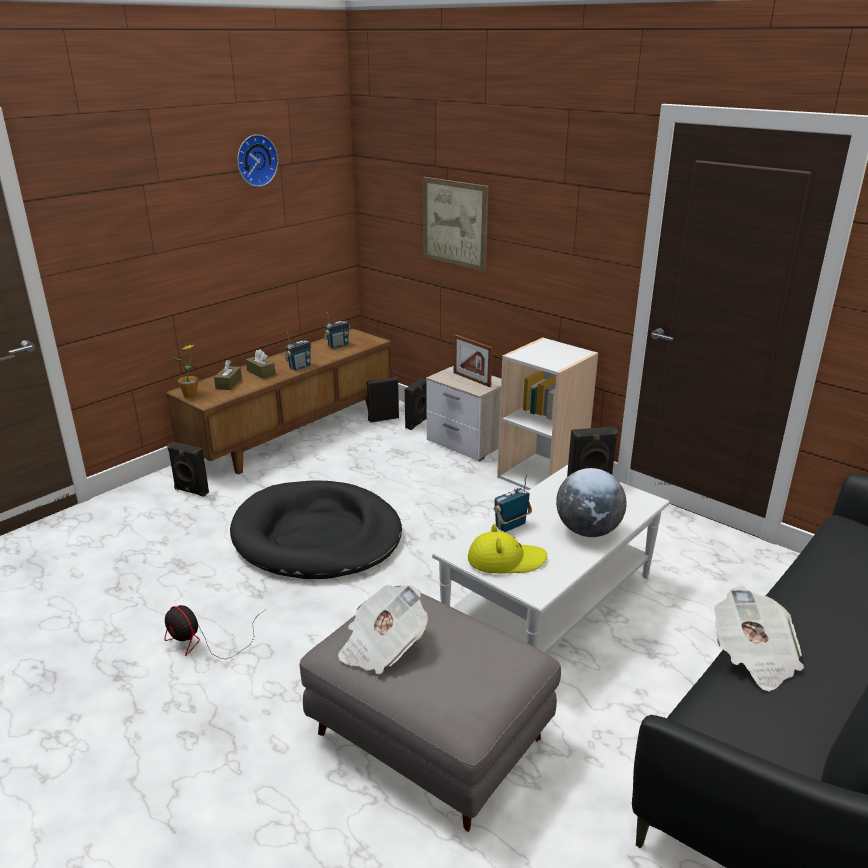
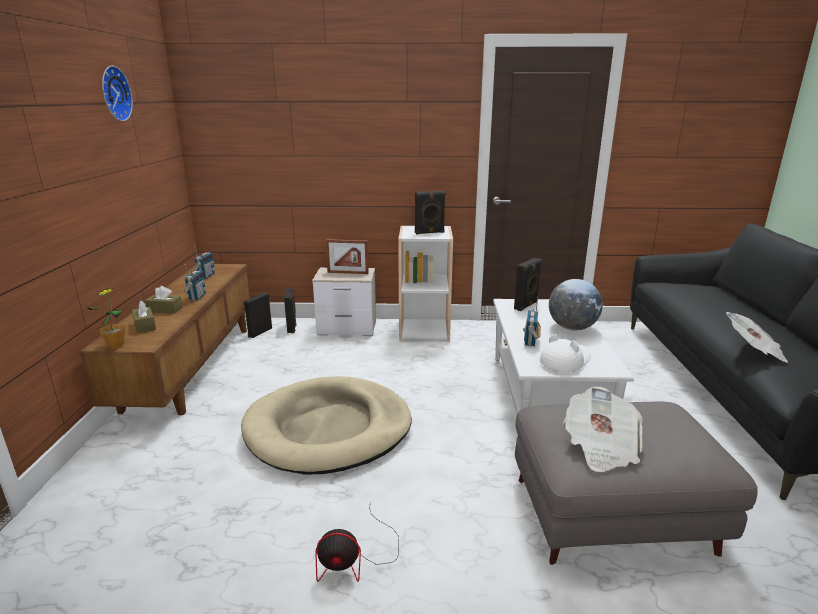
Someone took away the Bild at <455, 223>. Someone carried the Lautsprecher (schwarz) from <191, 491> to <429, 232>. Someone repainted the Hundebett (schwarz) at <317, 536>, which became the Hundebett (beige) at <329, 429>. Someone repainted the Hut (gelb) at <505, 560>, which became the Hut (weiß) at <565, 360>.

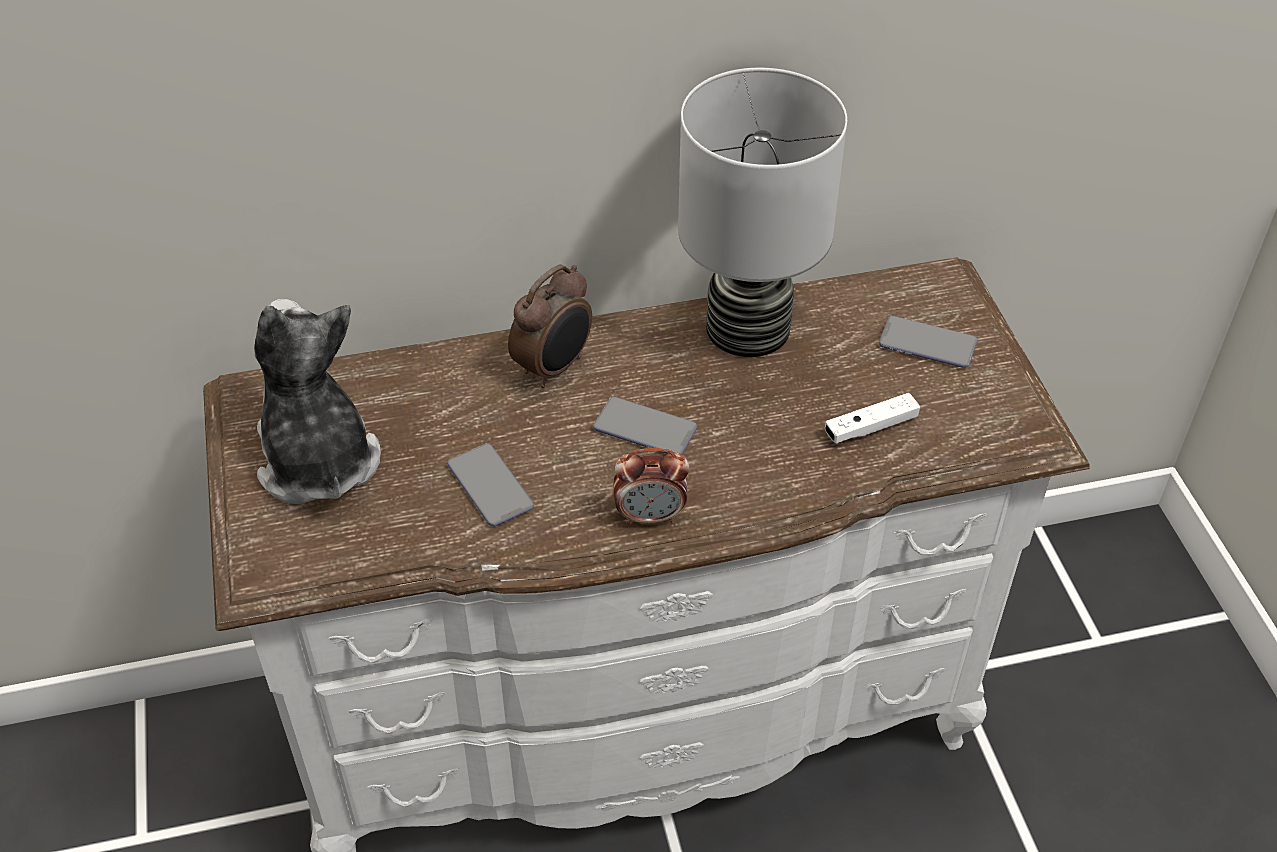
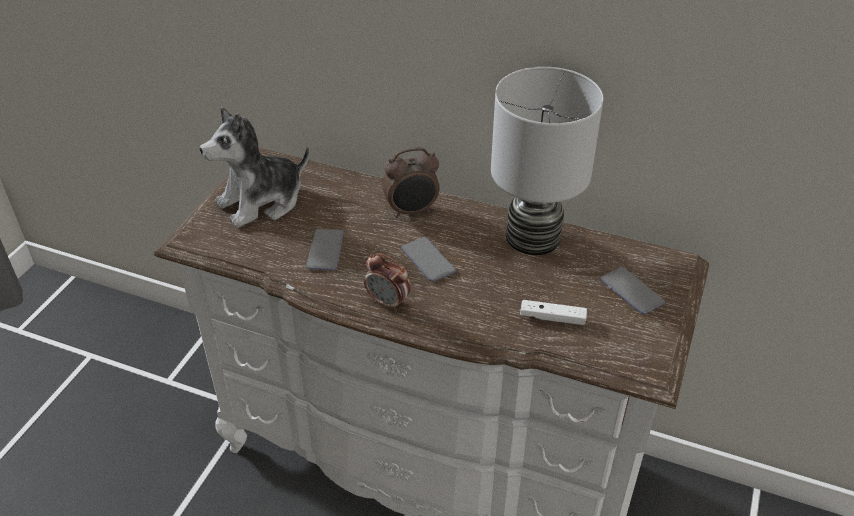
Someone rotated the Plüschtier at <317, 460> by 135 degrees counterclockwise.

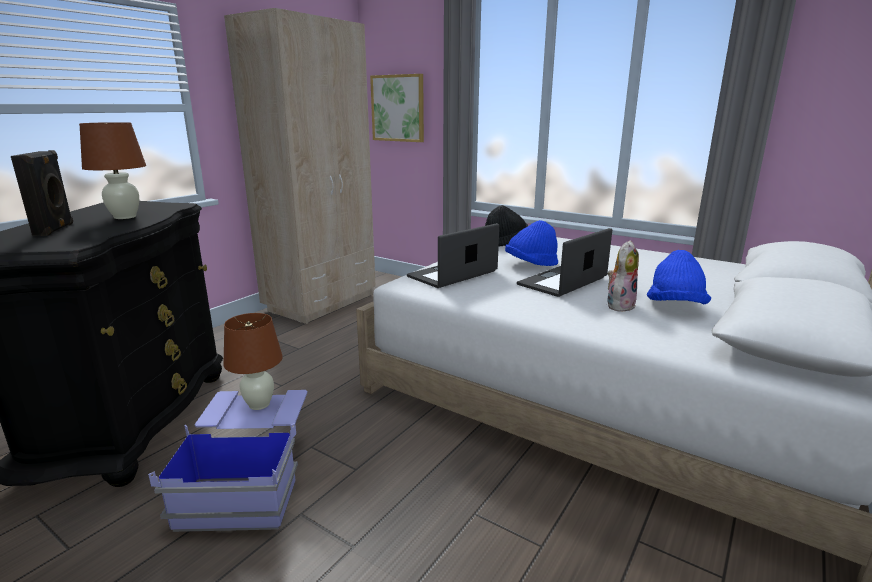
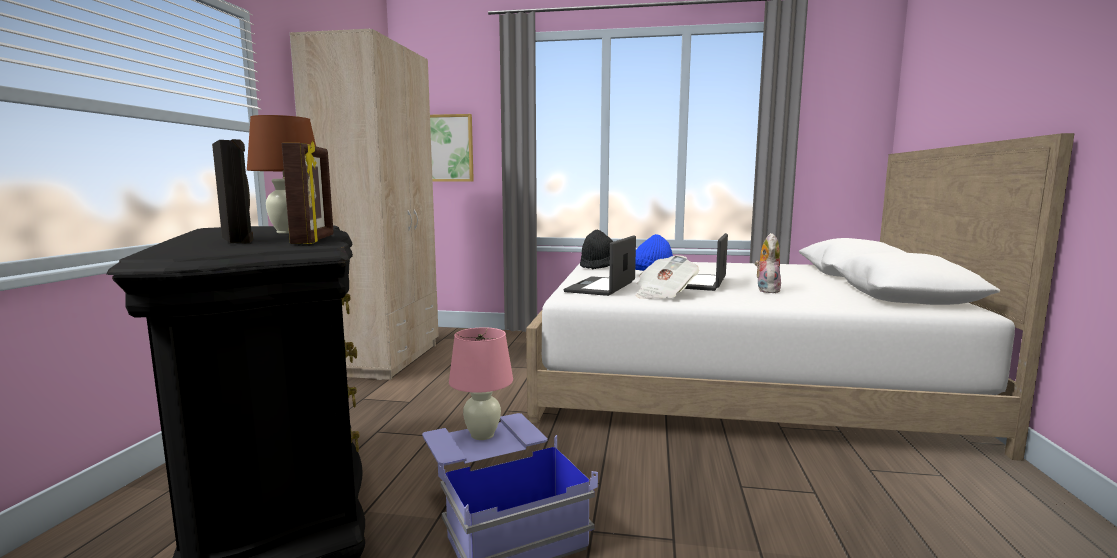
Someone took away the Hut (blau) at <675, 306>. Someone put down the Bilderrahmen at <315, 240>. Someone put down the Zeitung at <663, 294>. Someone repainted the Tischlampe (braun) at <259, 404>, which became the Tischlampe (rosa) at <482, 435>.

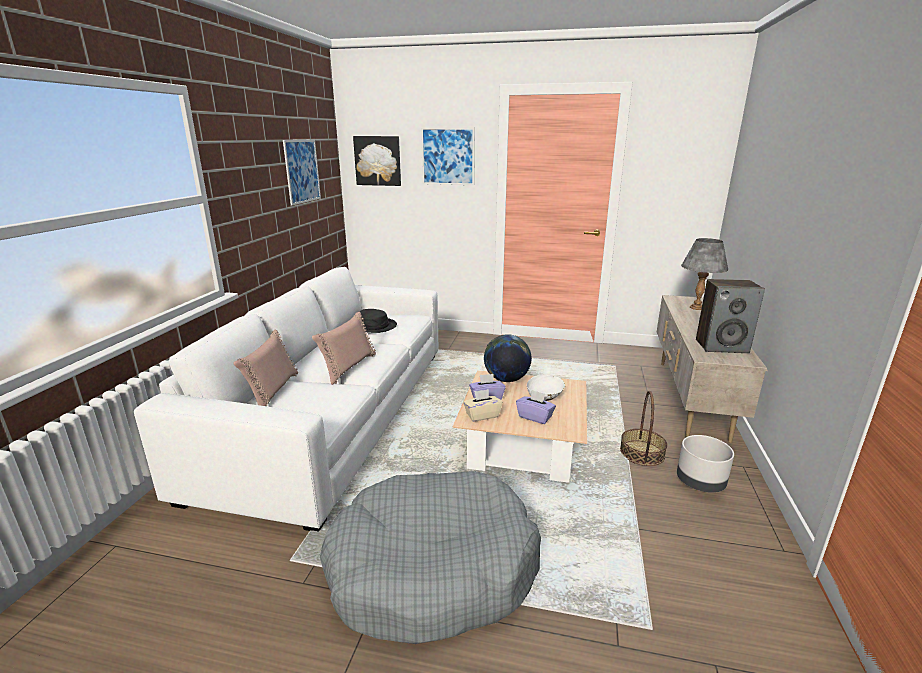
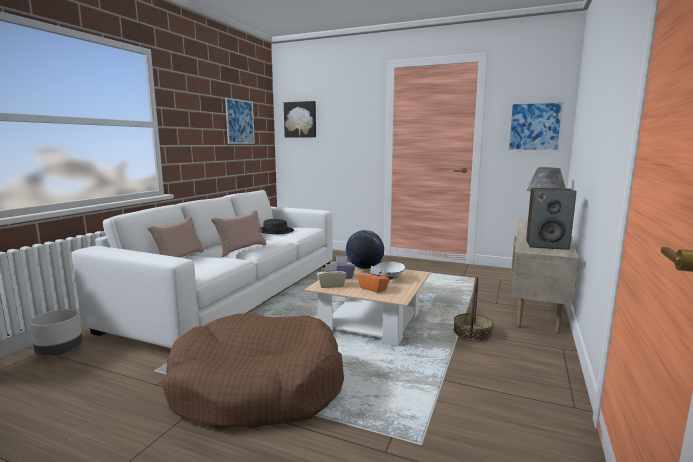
Someone carried the Bild from <448, 156> to <534, 126>. Someone carried the Pflanzkübel (grau) from <700, 483> to <59, 351>. Someone repainted the Hundebett (grau) at <432, 569>, which became the Hundebett (braun) at <257, 387>. Someone repainted the Taschentuchbox (lila) at <535, 417>, which became the Taschentuchbox (orange) at <373, 288>.

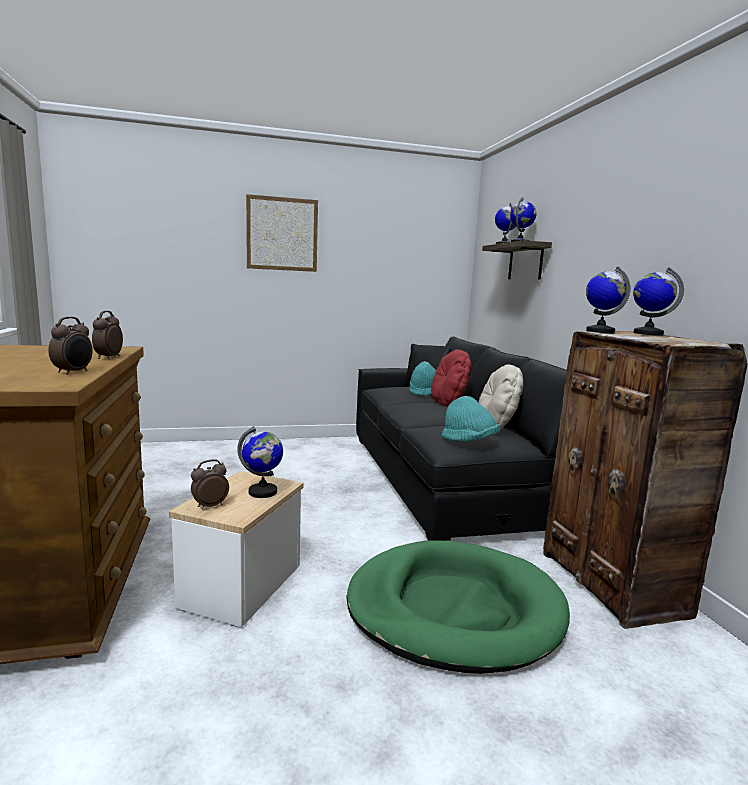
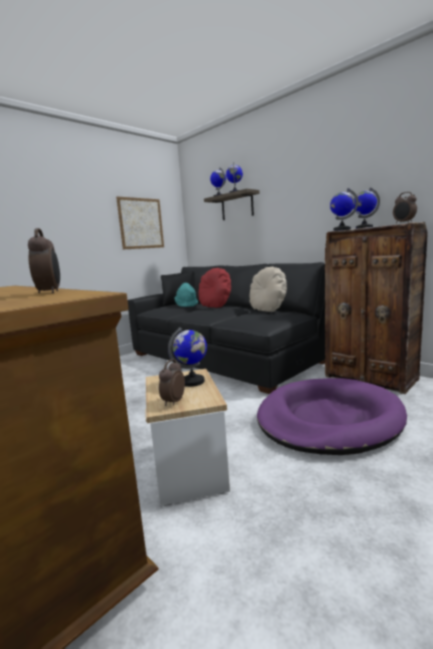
Someone took away the Hut (türkis) at <469, 442>. Someone carried the Wecker from <108, 357> to <403, 222>. Someone carried the Bild from <282, 233> to <141, 223>. Someone repainted the Hundebett (grün) at <453, 609>, which became the Hundebett (lila) at <328, 420>.

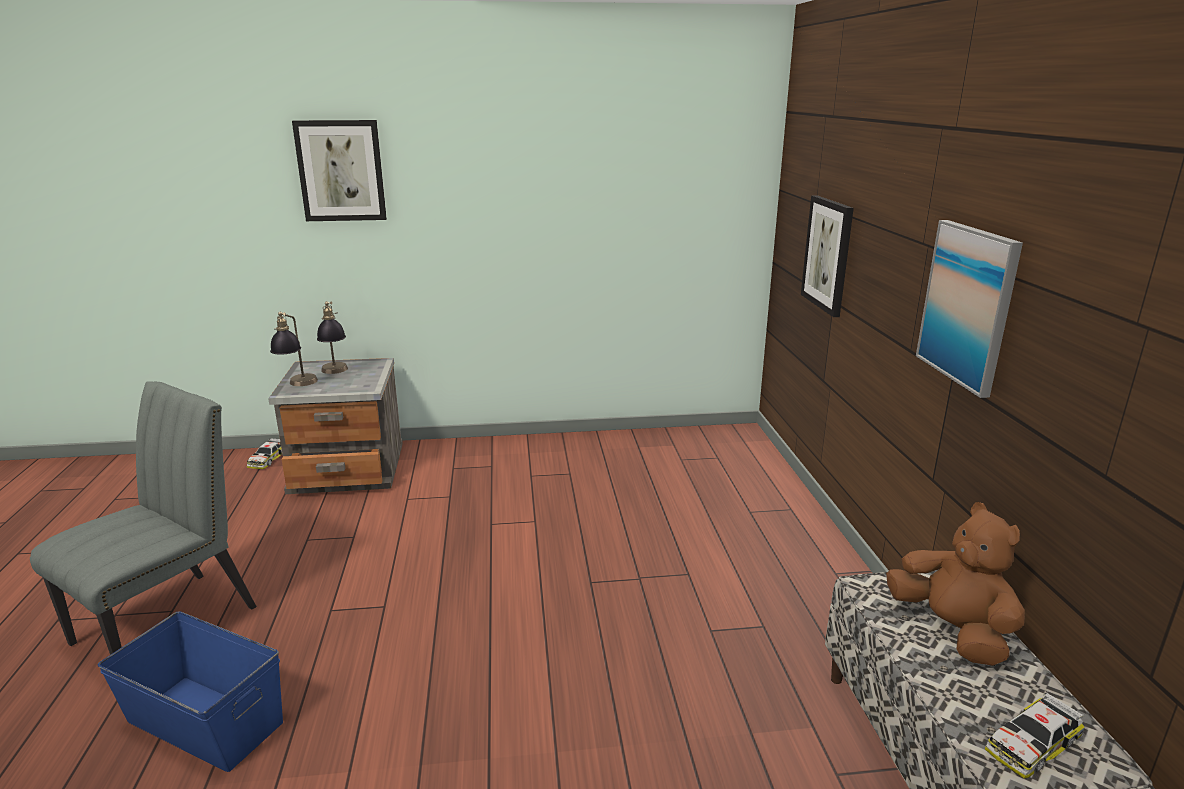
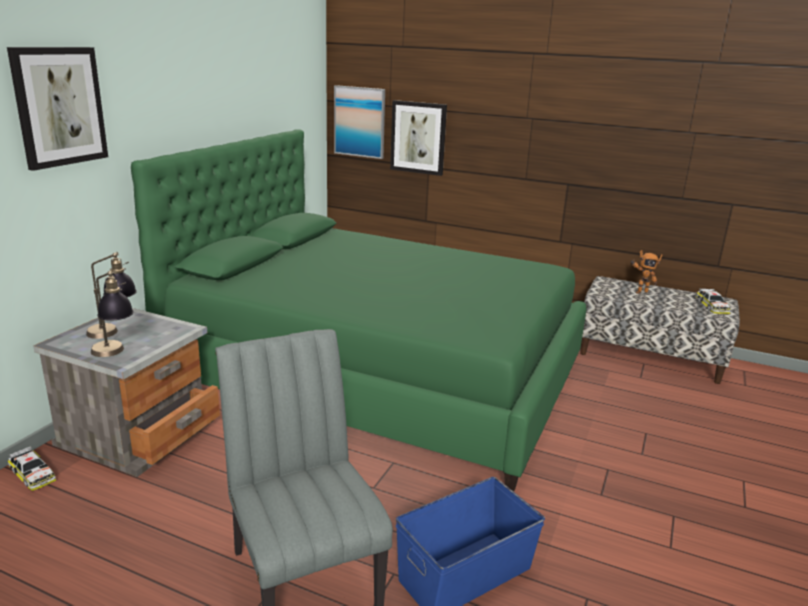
Someone put down the Bett (grün) at <377, 372>. Someone carried the Bild from <968, 305> to <359, 122>. Someone swapped the Plüschtier (braun) at <951, 630> for the Spielzeugroboter at <640, 292>.

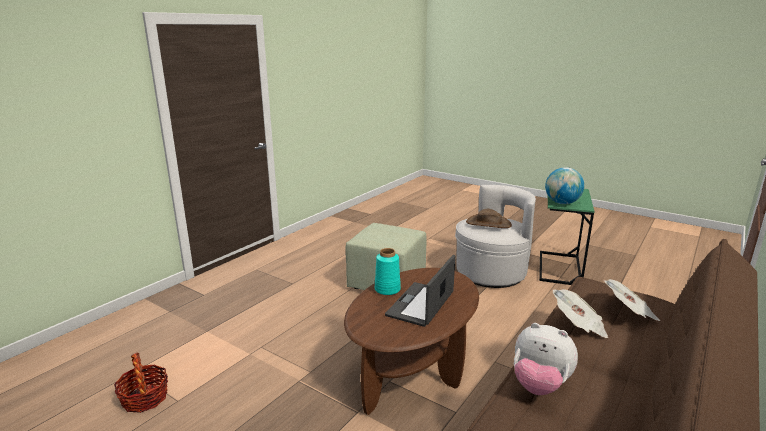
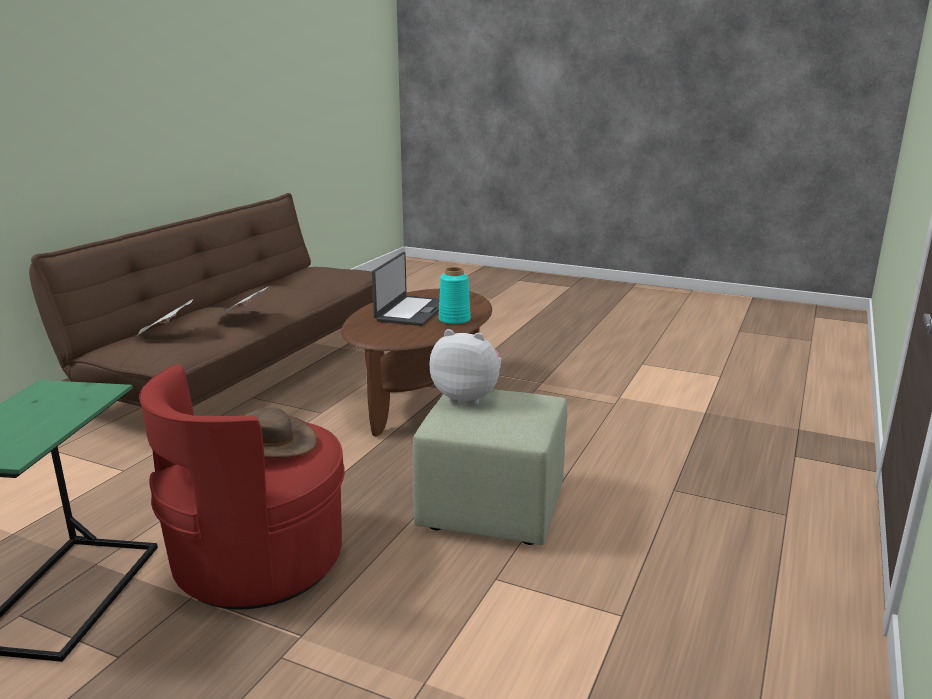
Someone took away the Korb at <145, 398>. Someone took away the Globus at <562, 203>. Someone carried the Plüschtier from <539, 385> to <467, 397>. Someone repainted the Sessel (weiß) at <490, 273>, which became the Sessel (rot) at <260, 560>.

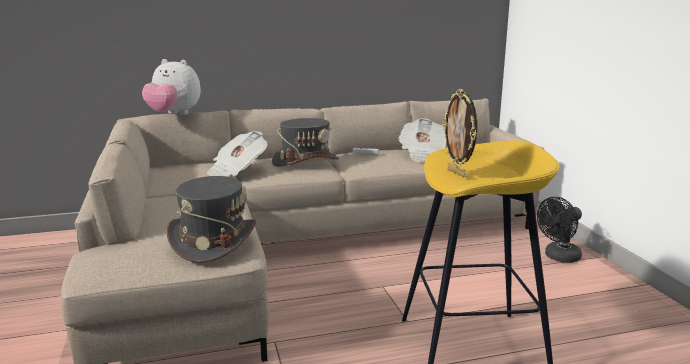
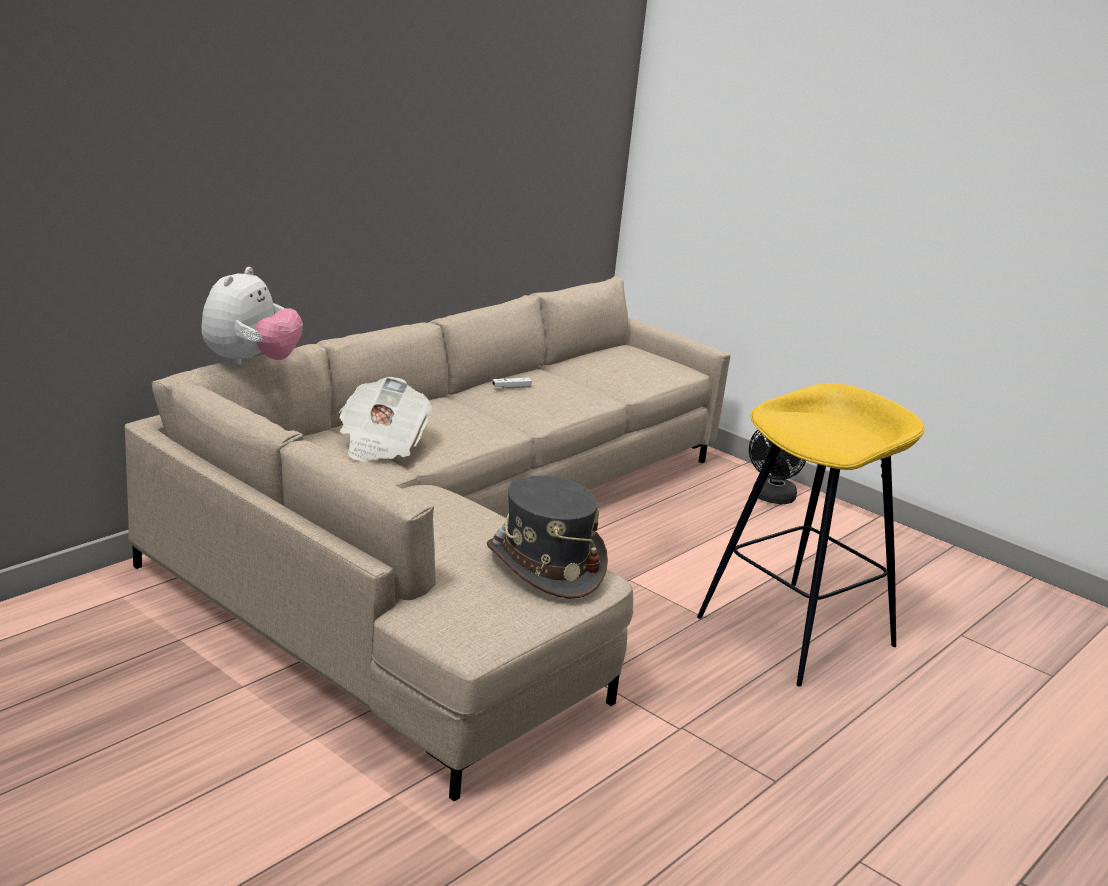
Someone took away the Hut (grau) at <305, 161>. Someone took away the Zeitung at <423, 154>. Someone took away the Bilderrahmen at <457, 173>. Someone rotated the Plüschtier at <173, 115> by 60 degrees counterclockwise.

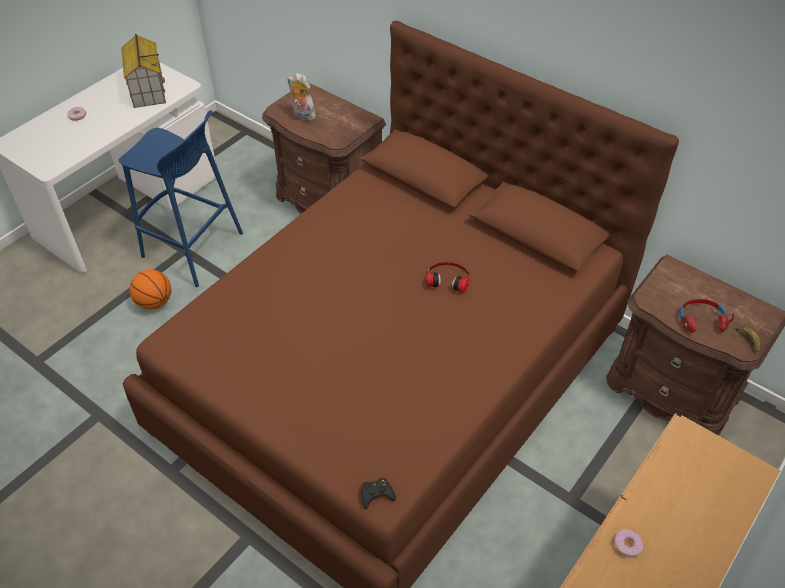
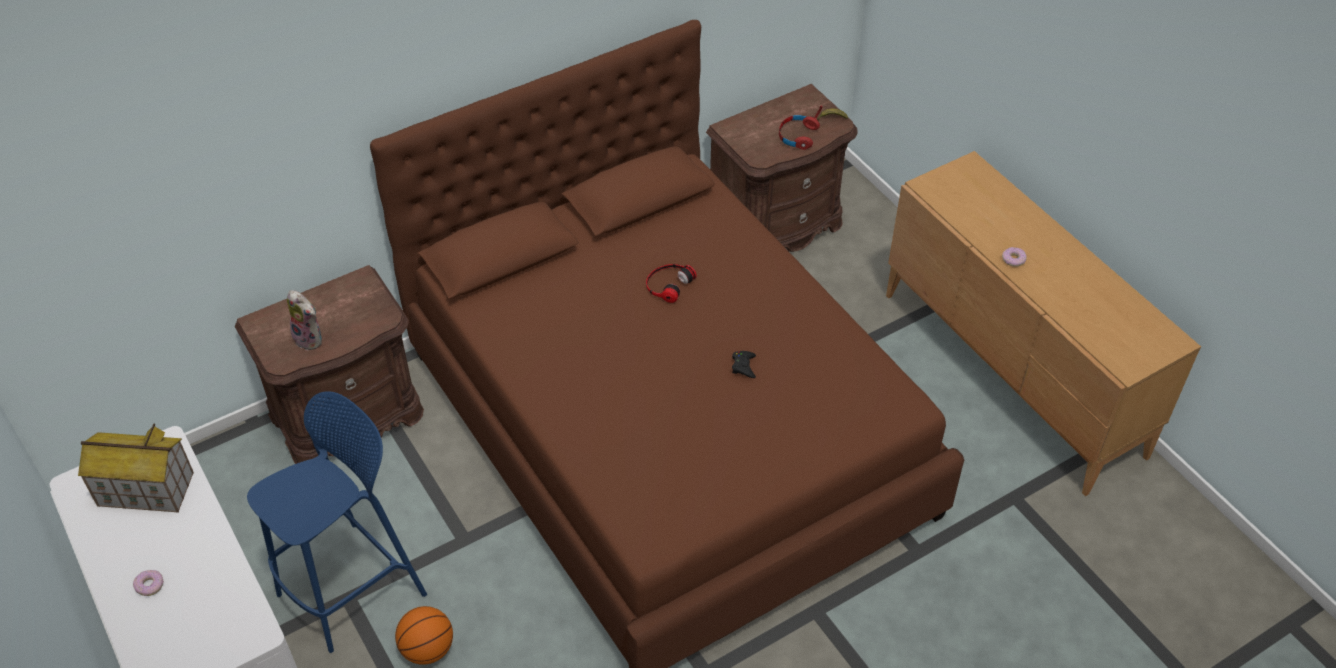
Someone carried the Gamepad (schwarz) from <376, 494> to <743, 366>. Someone rotated the Plüschtier at <302, 115> by 105 degrees counterclockwise.

